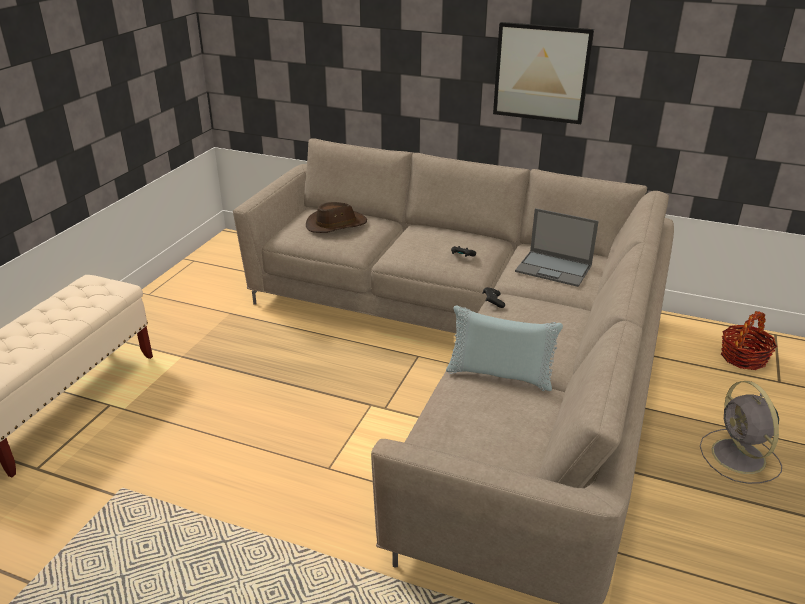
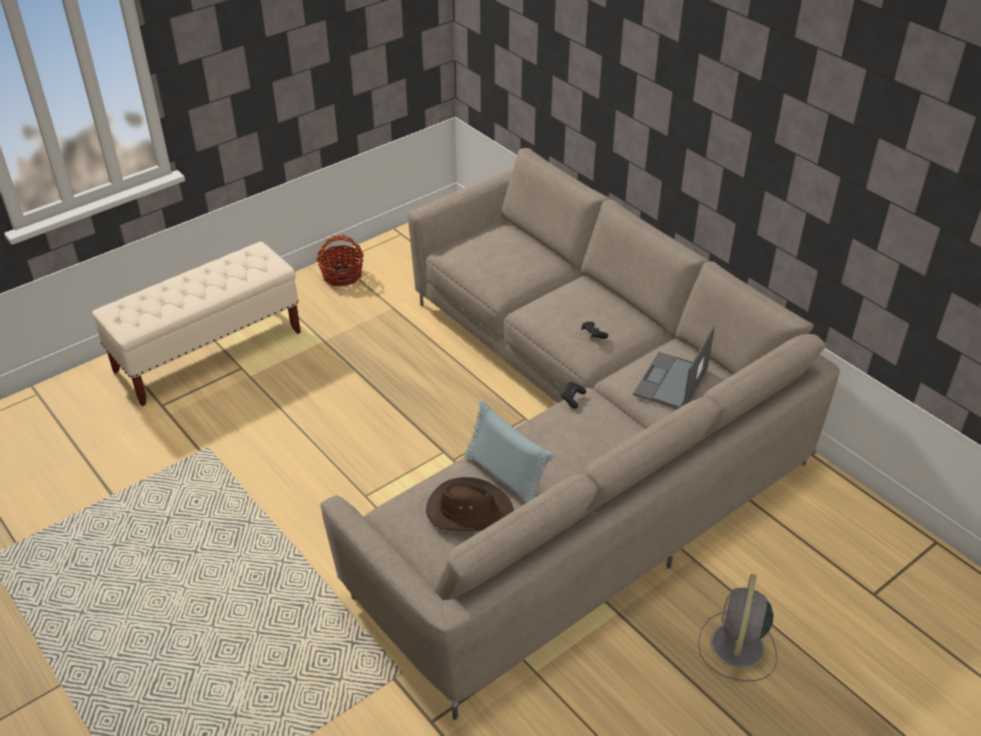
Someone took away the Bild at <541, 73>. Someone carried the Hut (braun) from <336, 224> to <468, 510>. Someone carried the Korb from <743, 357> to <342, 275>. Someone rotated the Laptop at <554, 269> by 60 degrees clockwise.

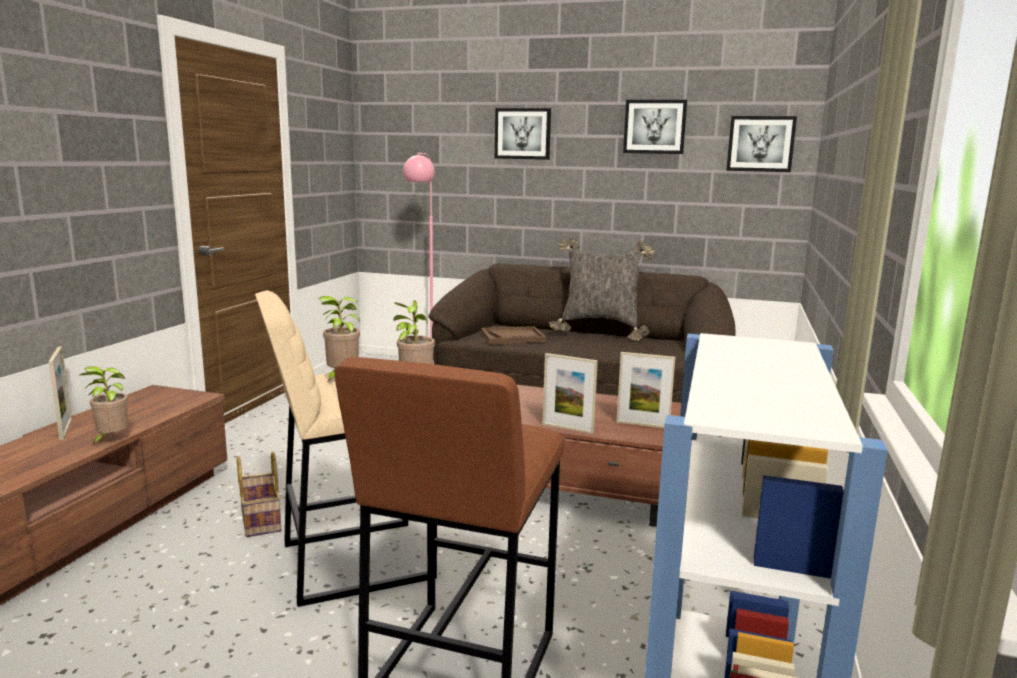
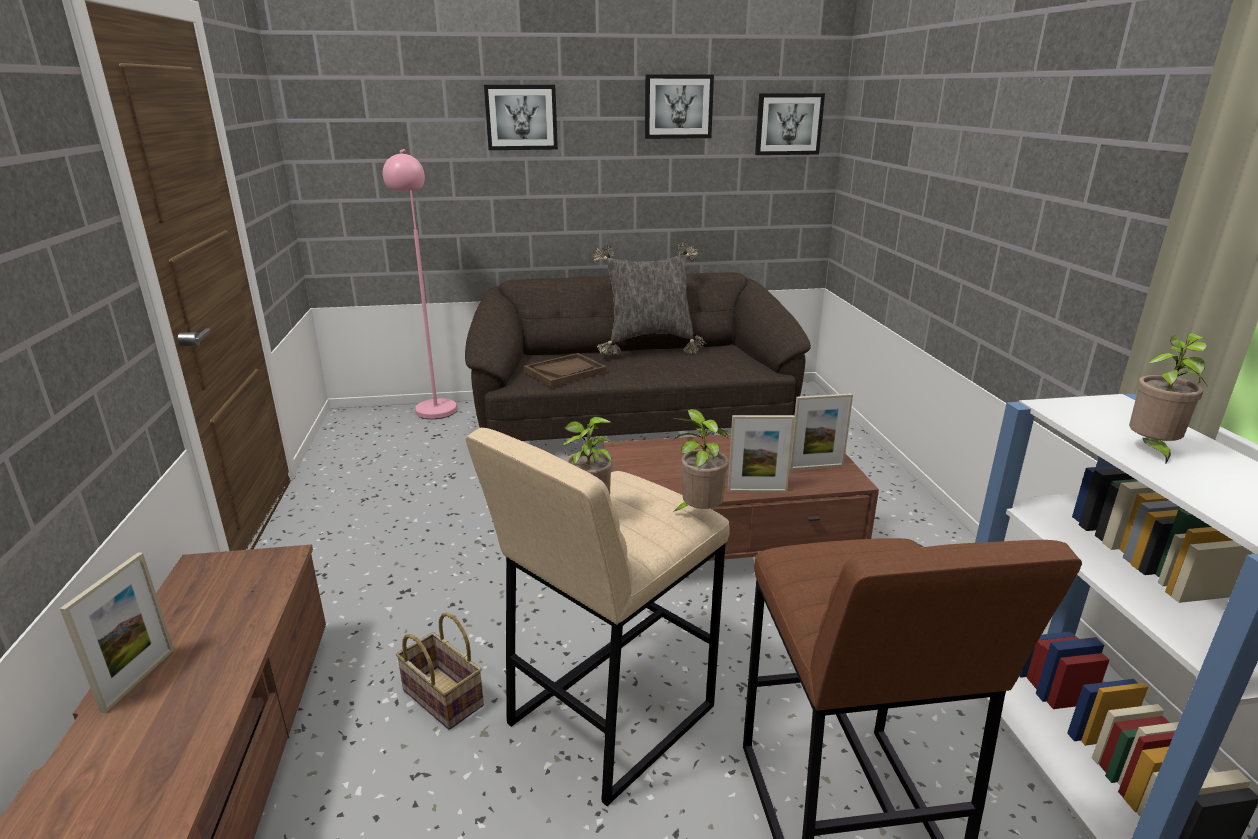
Someone carried the Topfpflanze from <111, 440> to <1151, 450>. Someone rotated the Bilderrahmen at <66, 429> by 60 degrees clockwise.

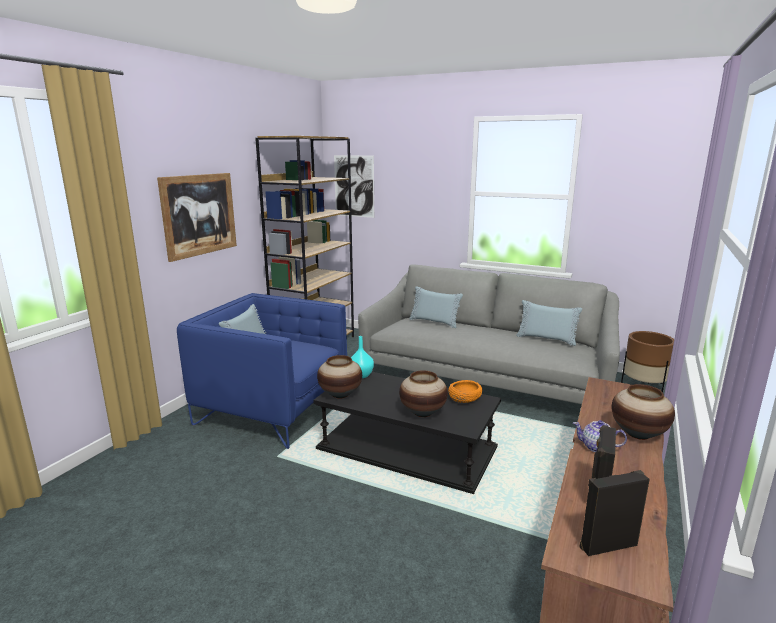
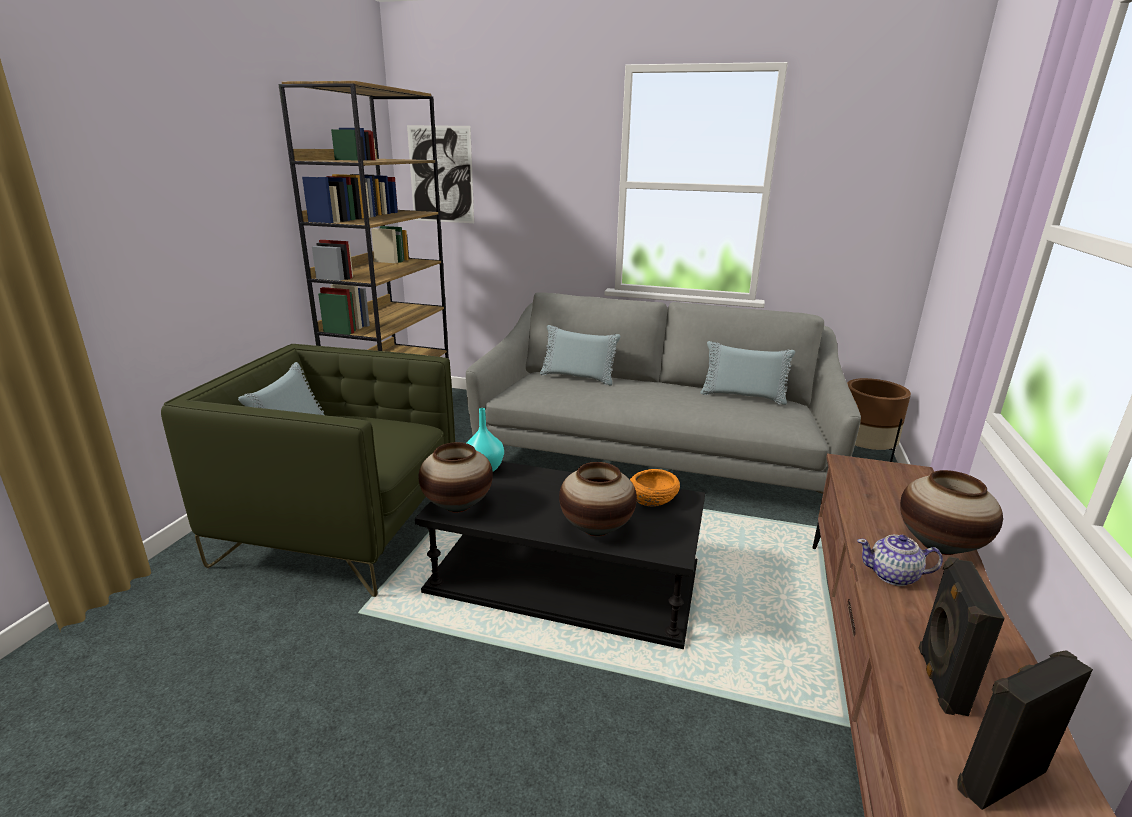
Someone took away the Bild at <199, 214>. Someone repainted the Sessel (blau) at <273, 410>, which became the Sessel (grün) at <341, 530>.

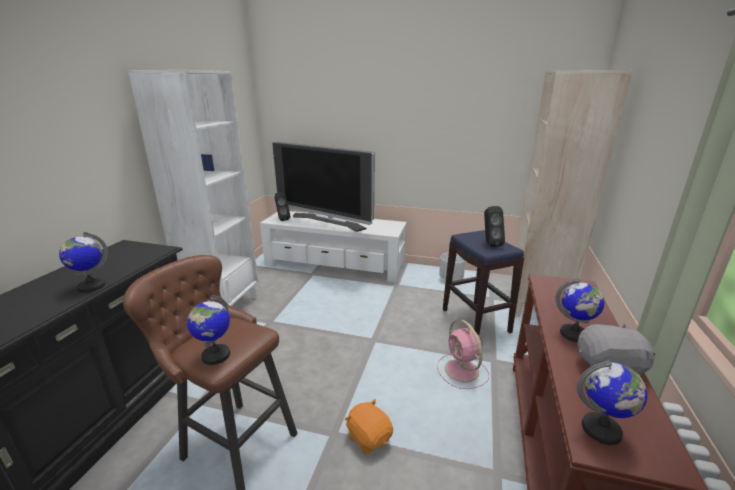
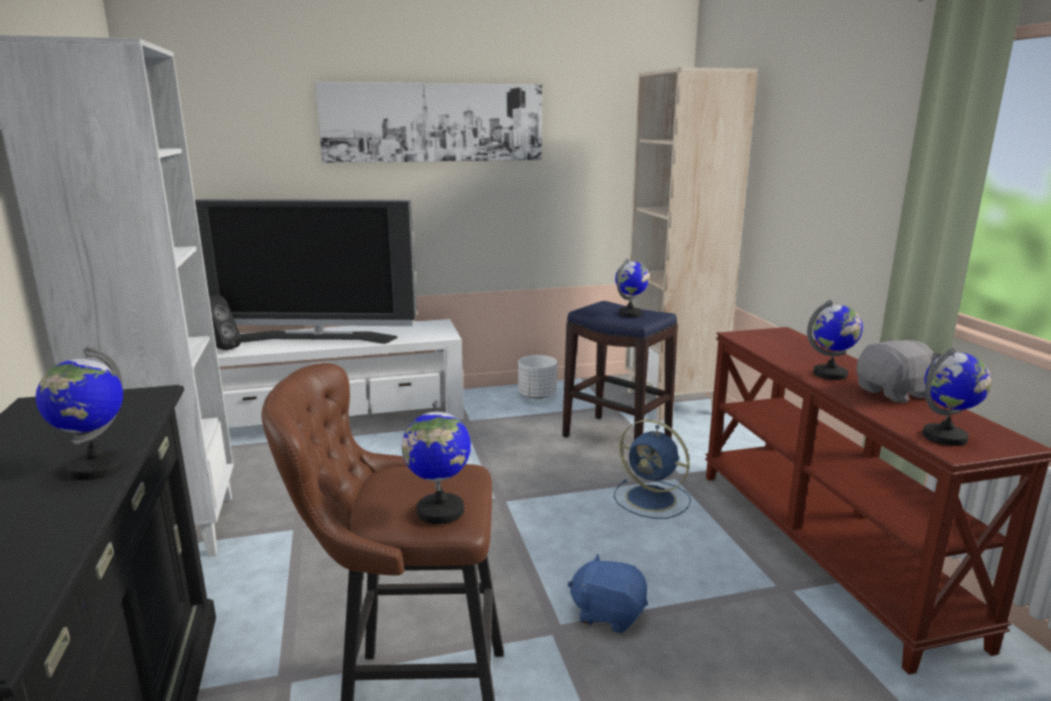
Someone put up the Bild at <433, 122>. Someone swapped the Lautsprecher (schwarz) at <489, 244> for the Globus at <630, 313>. Someone repainted the Plüschtier (orange) at <369, 437>, which became the Plüschtier (blau) at <608, 613>. Someone repainted the Ventilator (rosa) at <462, 371>, which became the Ventilator (blau) at <653, 499>.

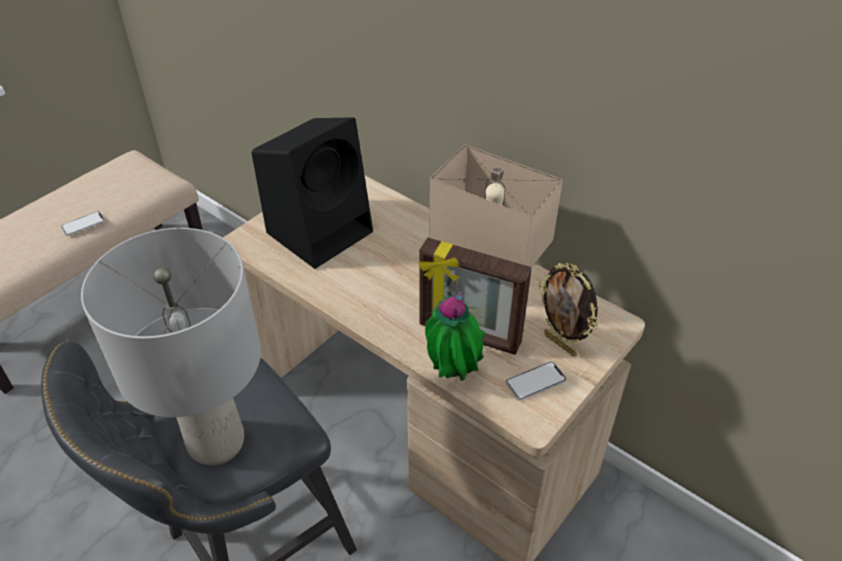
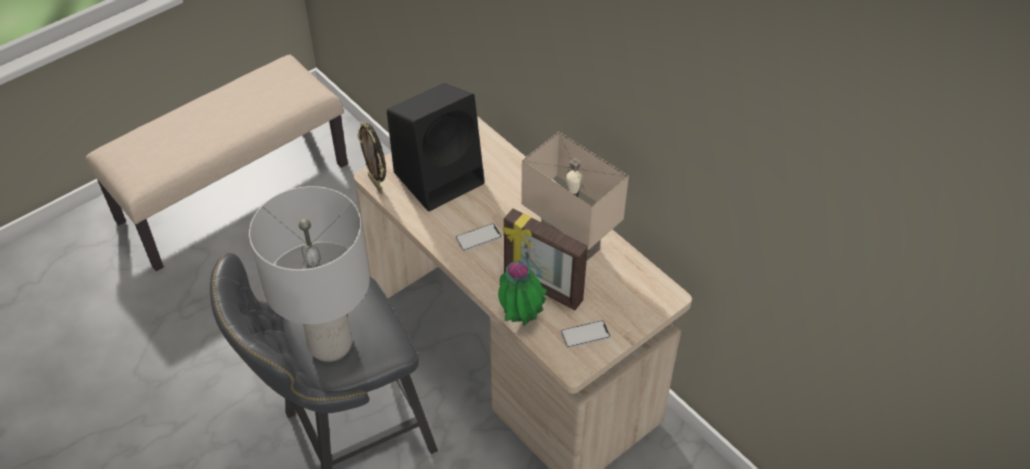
Someone carried the Handy from <83, 224> to <478, 238>. Someone carried the Bilderrahmen from <561, 344> to <376, 184>.

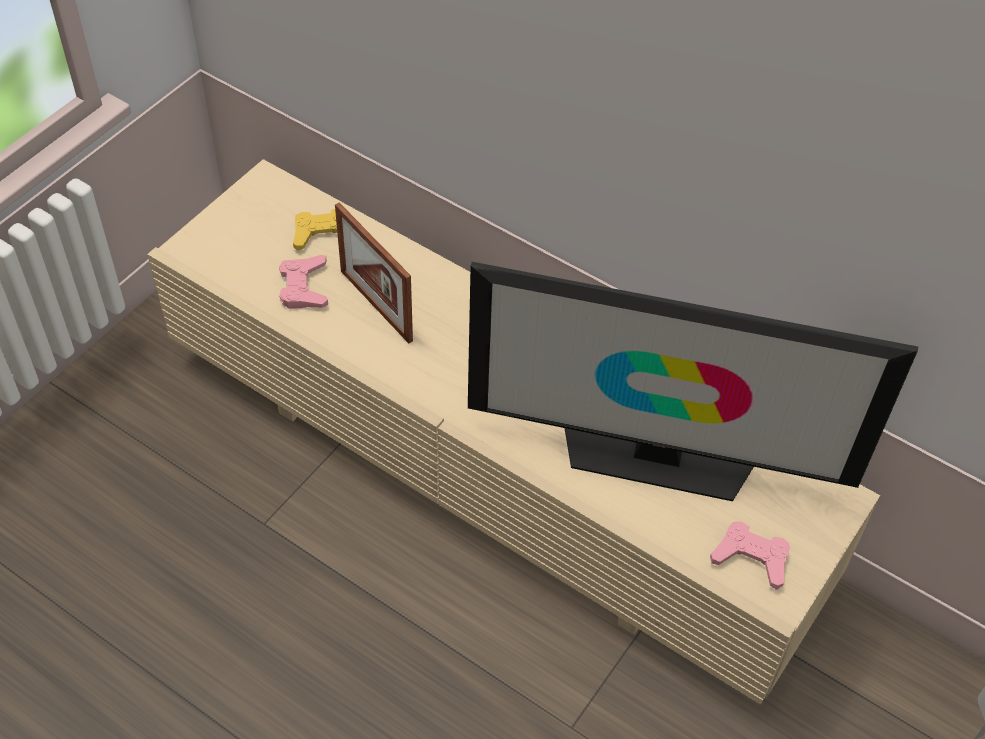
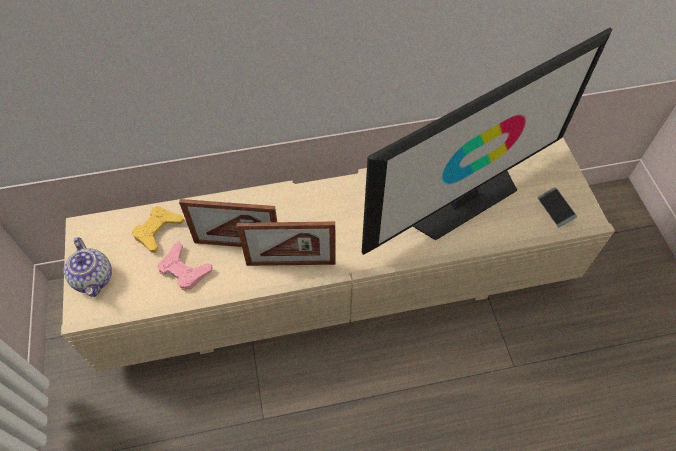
Someone put down the Teekanne at <94, 278>. Someone put down the Bilderrahmen at <291, 263>. Someone swapped the Gamepad (rosa) at <751, 558> for the Handy at <555, 209>.

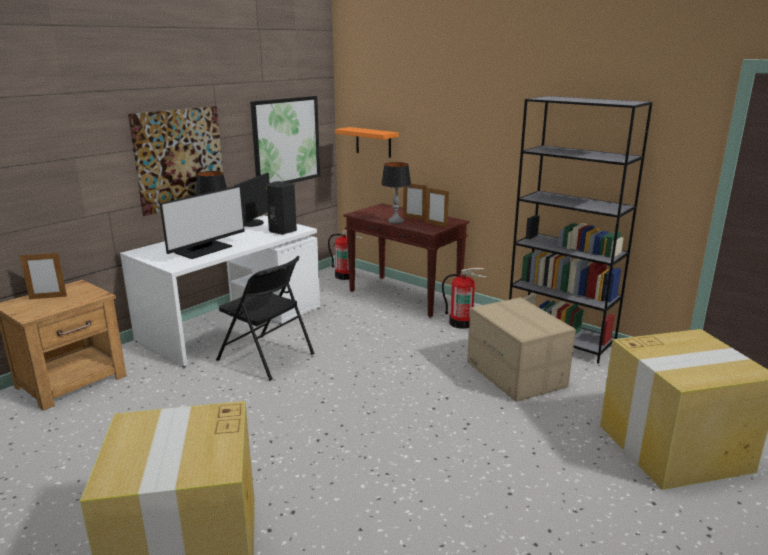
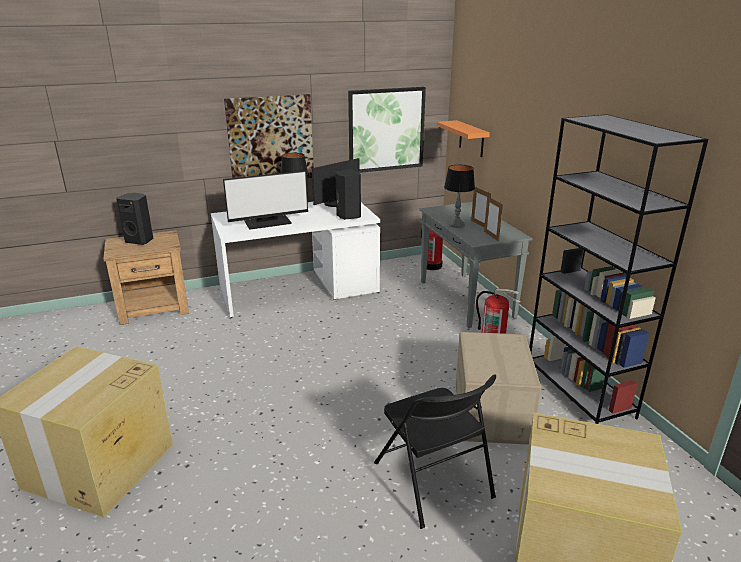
Someone carried the Stuhl (schwarz) from <265, 357> to <432, 480>. Someone swapped the Bilderrahmen at <48, 297> for the Lautsprecher (schwarz) at <140, 240>. Someone repainted the Konsolentisch (braun) at <405, 296>, which became the Konsolentisch (grau) at <467, 300>.

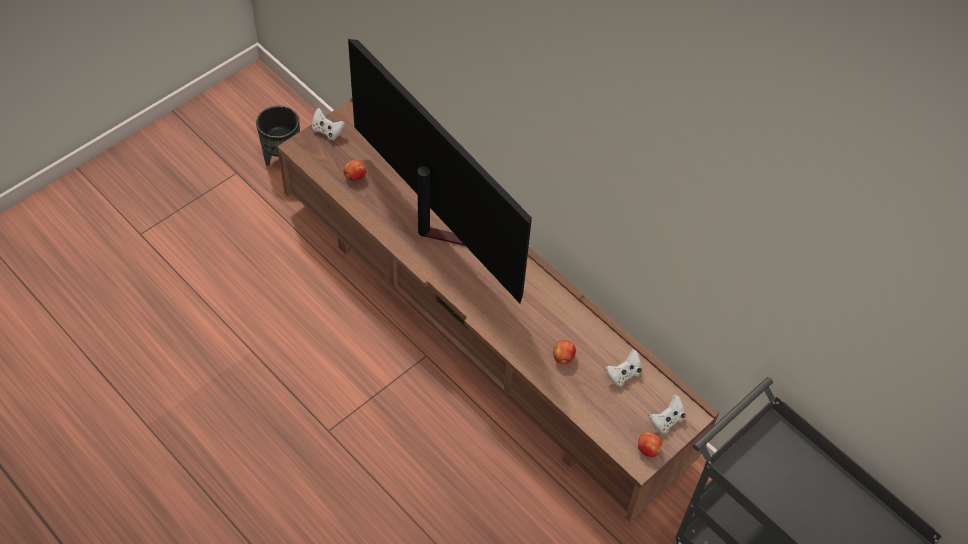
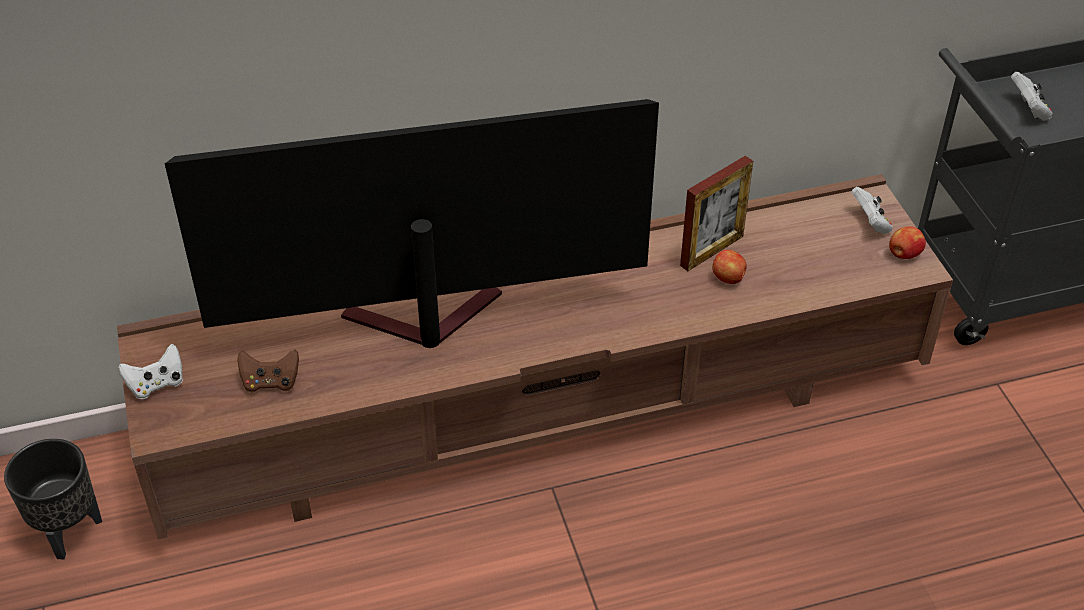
Someone put down the Bilderrahmen at <712, 251>. Someone carried the Gamepad (weiß) from <623, 374> to <1029, 110>. Someone swapped the Apfel at <355, 176> for the Gamepad (braun) at <270, 382>.

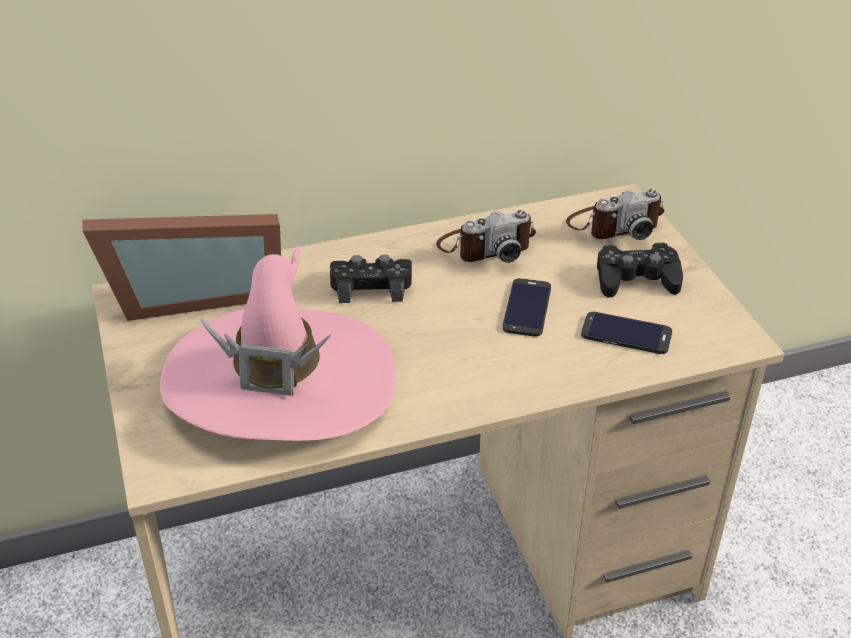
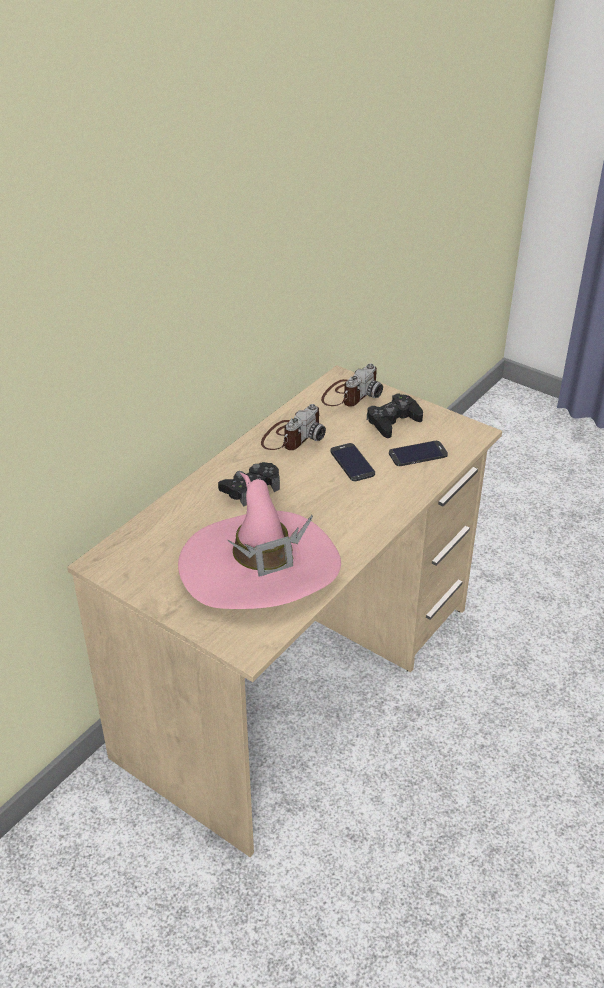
Someone took away the Bilderrahmen at <195, 295>.

